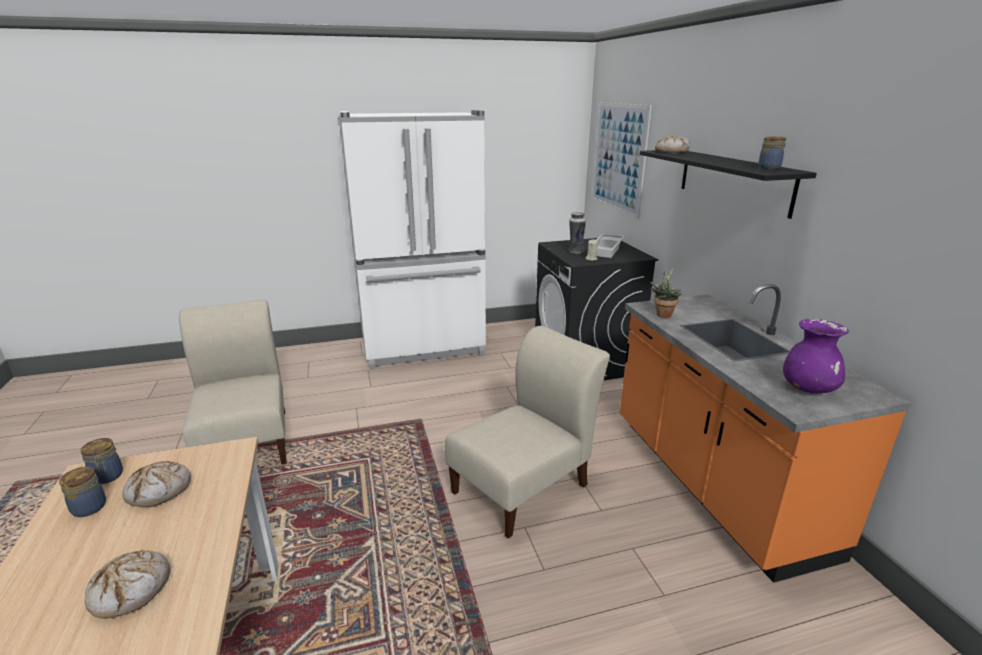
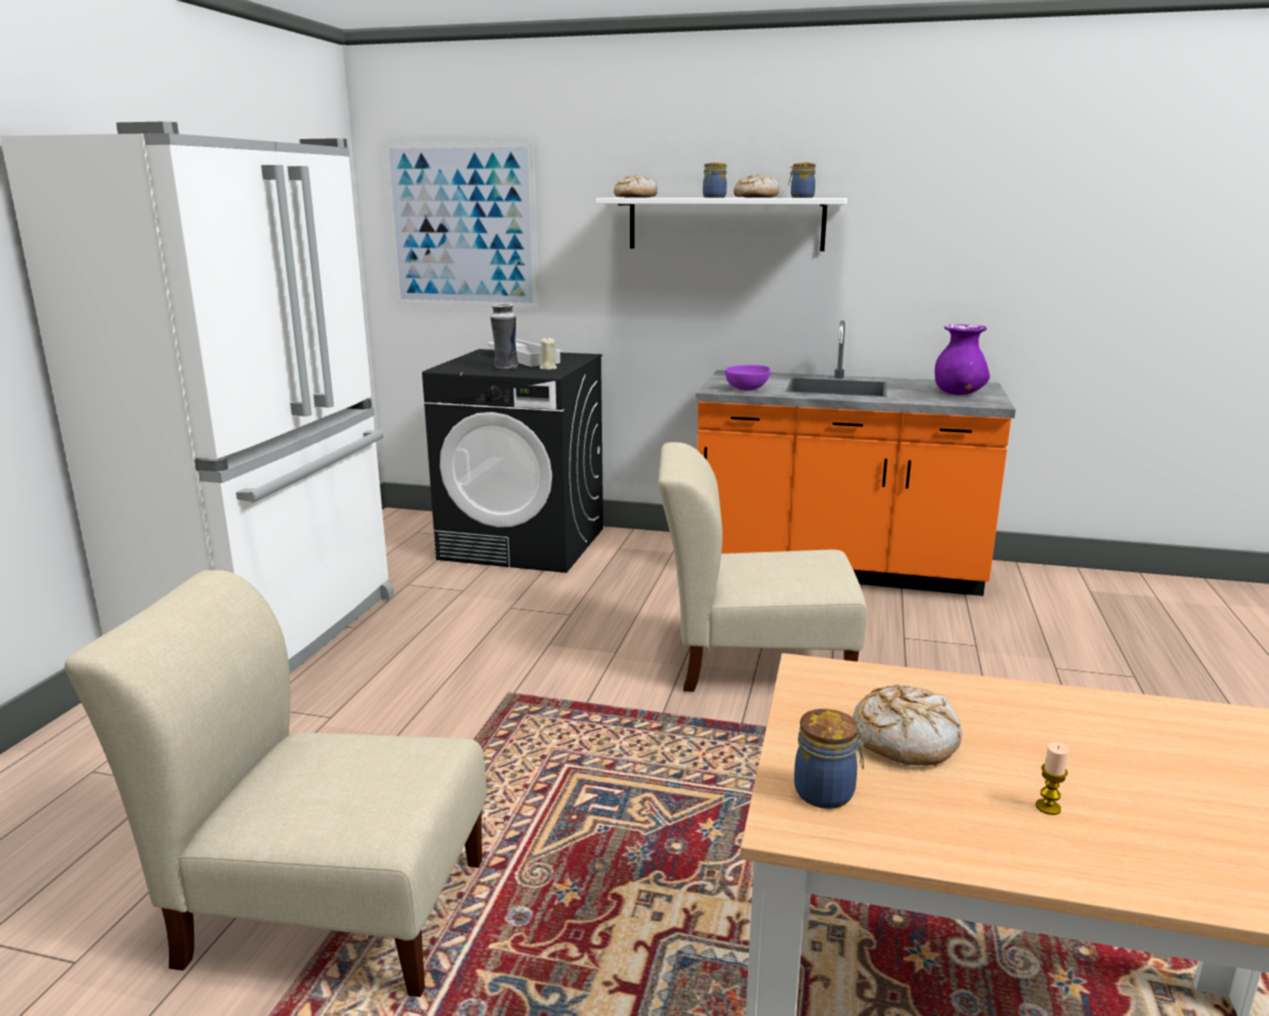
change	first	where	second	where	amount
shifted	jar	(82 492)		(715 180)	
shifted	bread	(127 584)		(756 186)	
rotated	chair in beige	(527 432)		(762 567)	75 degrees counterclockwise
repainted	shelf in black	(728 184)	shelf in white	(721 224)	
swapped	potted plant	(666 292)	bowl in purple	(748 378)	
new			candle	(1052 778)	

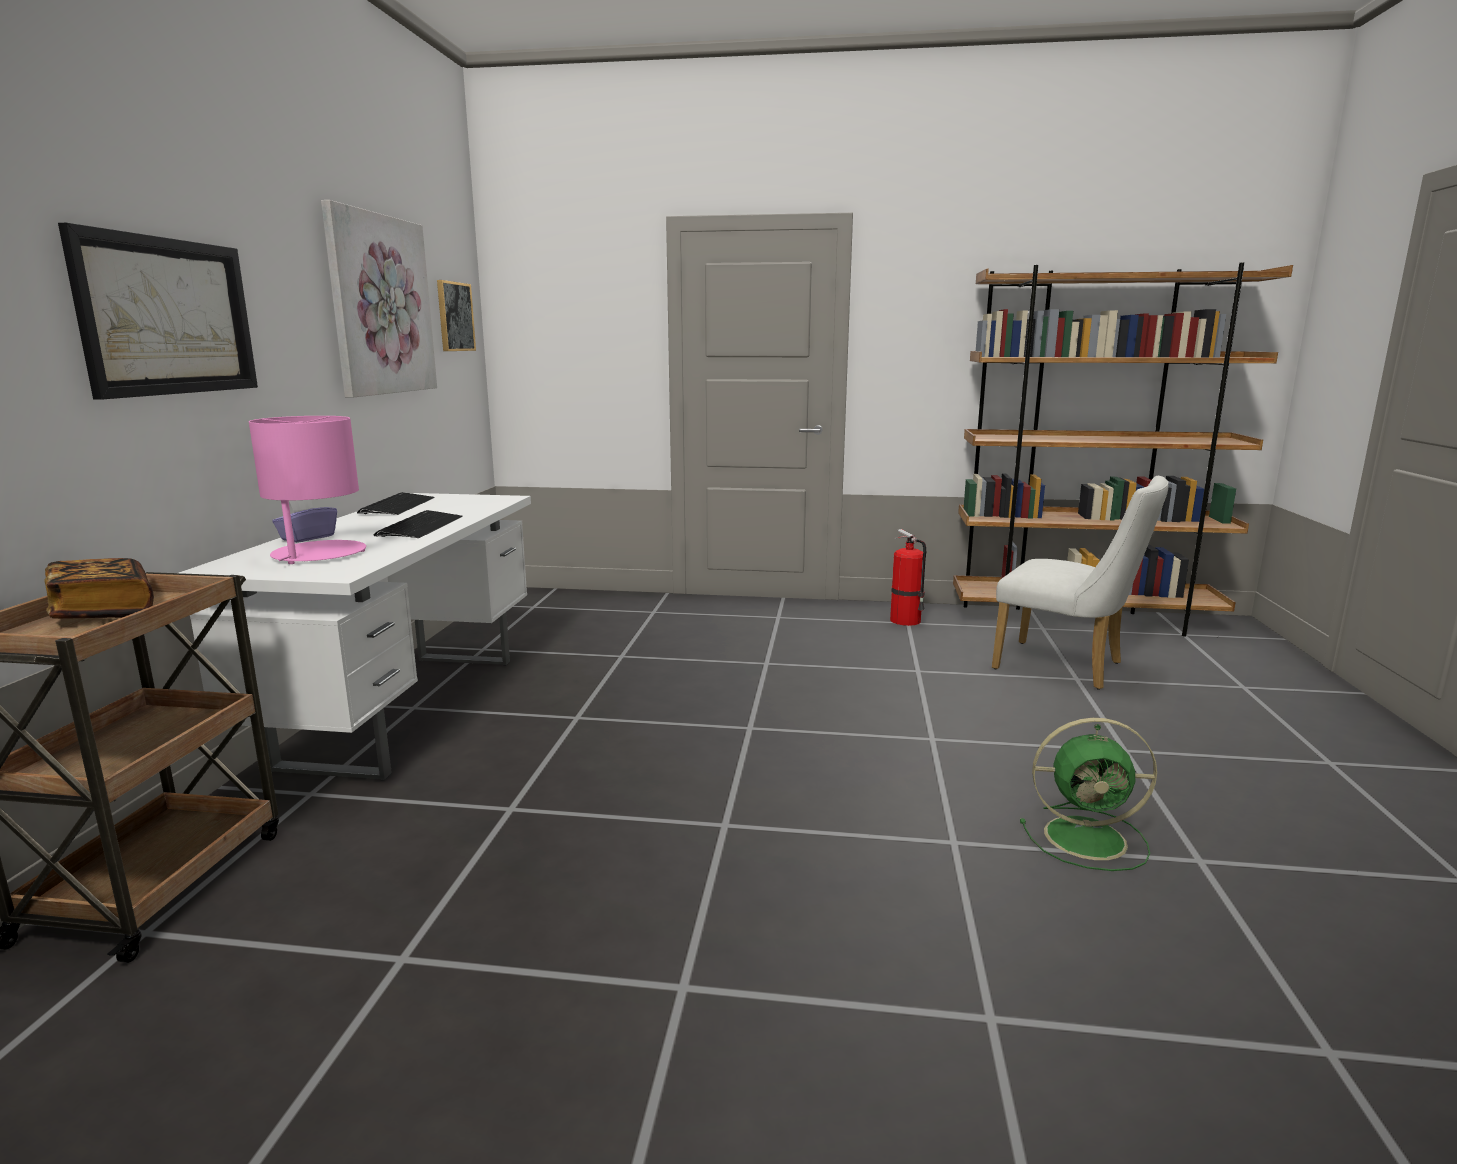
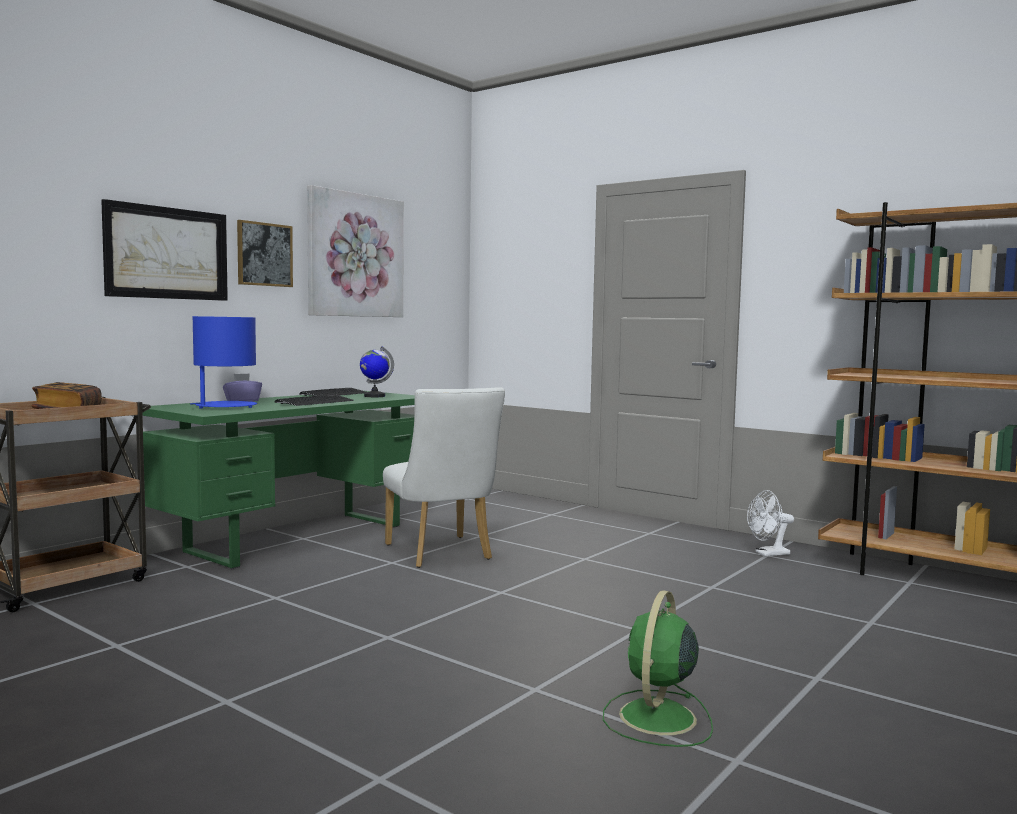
change	first	where	second	where	amount
repainted	desk in white	(355 637)	desk in green	(278 480)	
repainted	table lamp in pink	(307 490)	table lamp in blue	(223 362)	
shifted	picture	(456 315)		(265 253)	
swapped	fire extinguisher	(908 577)	fan in white	(770 523)	
shifted	chair in white	(1080 583)		(444 477)	
rotated	fan in green	(1088 794)		(658 668)	75 degrees clockwise
new			globe	(377 371)	

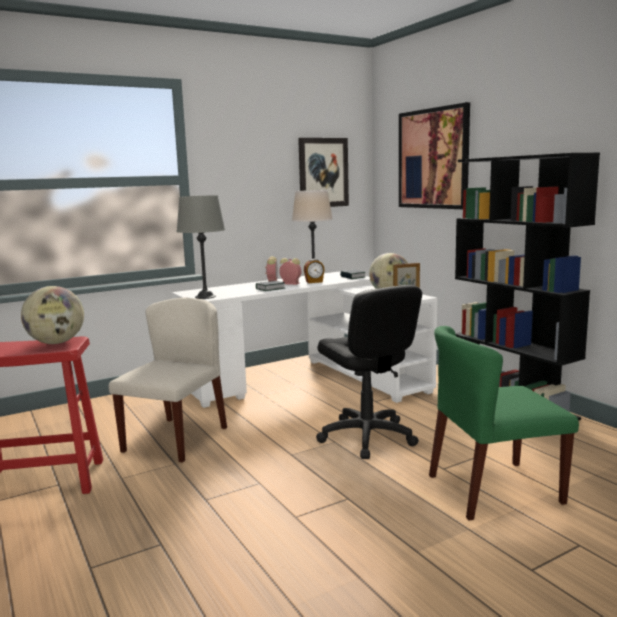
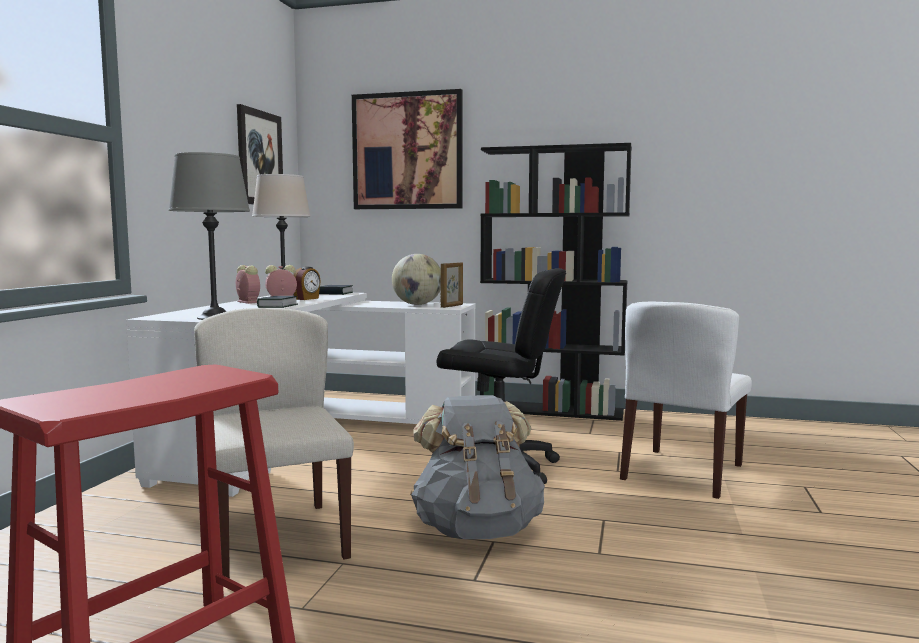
change	first	where	second	where	amount
gone	globe	(52 315)			
repainted	chair in green	(504 423)	chair in white	(686 400)	
new			backpack in grey	(477 467)	

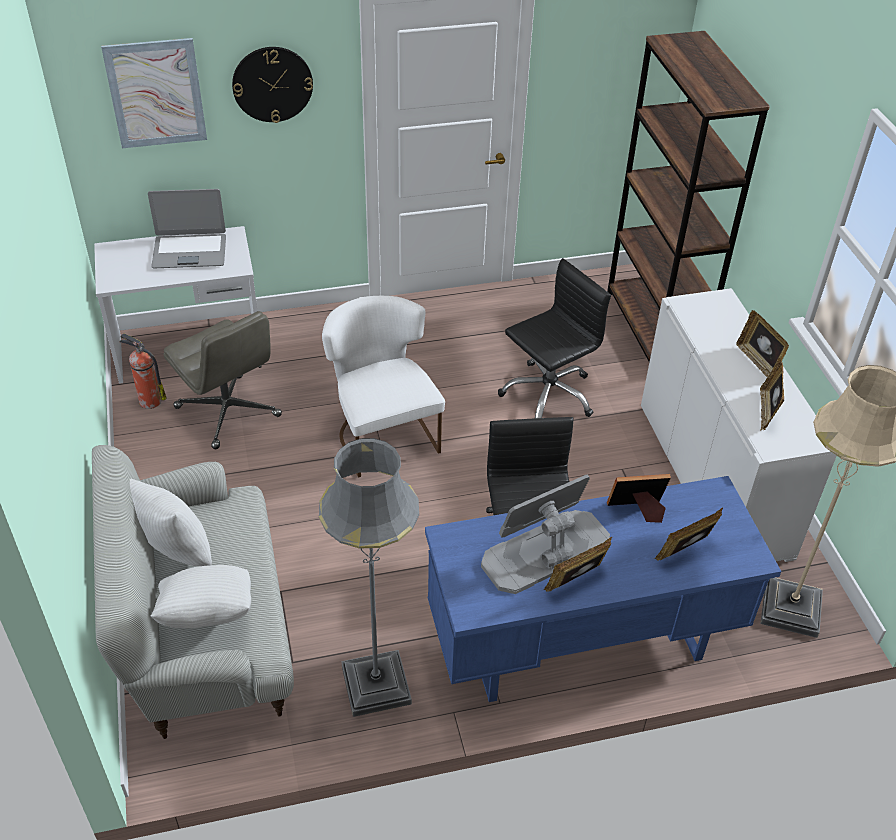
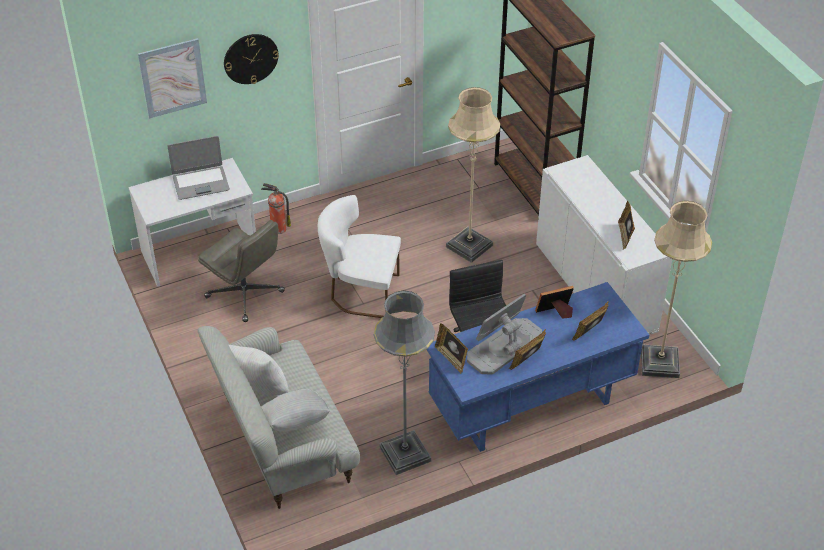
change	first	where	second	where	amount
shifted	fire extinguisher	(142 371)		(276 208)	
rotated	chair in white	(383 386)		(359 256)	45 degrees counterclockwise
swapped	office chair in black	(554 338)	floor lamp in beige	(473 175)	
shifted	picture frame	(762 343)		(451 348)	

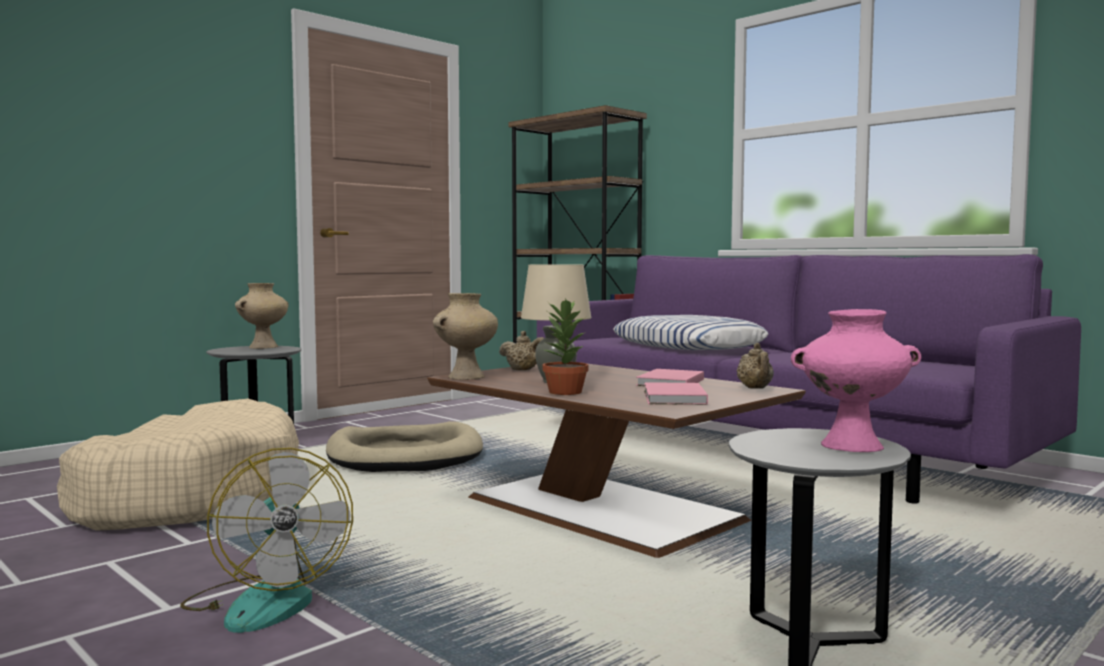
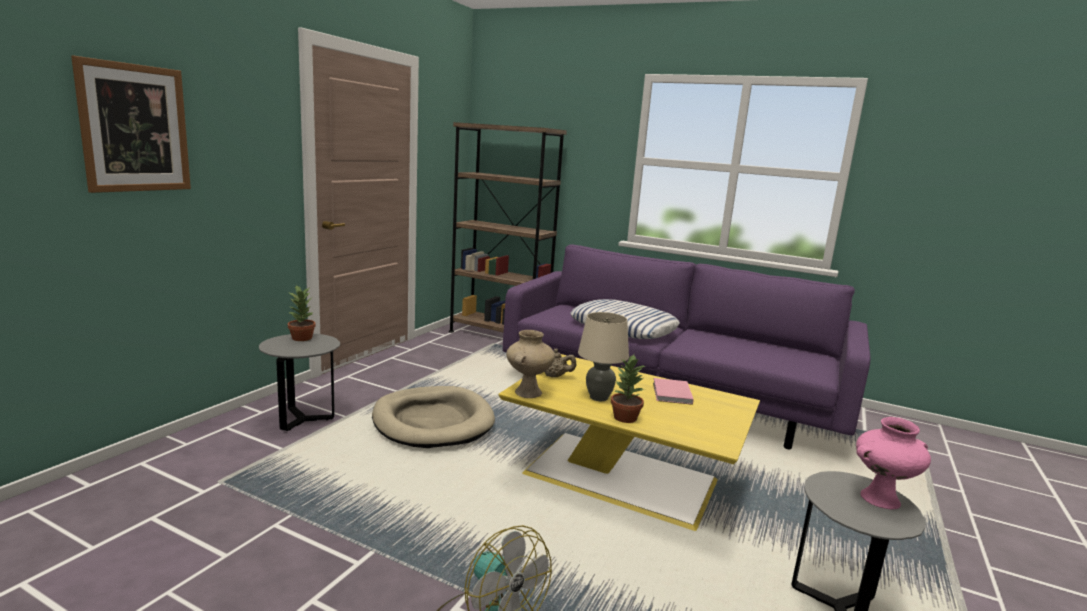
change	first	where	second	where	amount
gone	dog bed in beige	(178 465)			
swapped	vase in beige	(261 316)	potted plant	(302 313)	
repainted	coffee table in brown	(616 461)	coffee table in yellow	(629 442)	
gone	book in pink	(676 393)			
gone	teapot in beige	(755 366)			
new			picture	(131 124)	

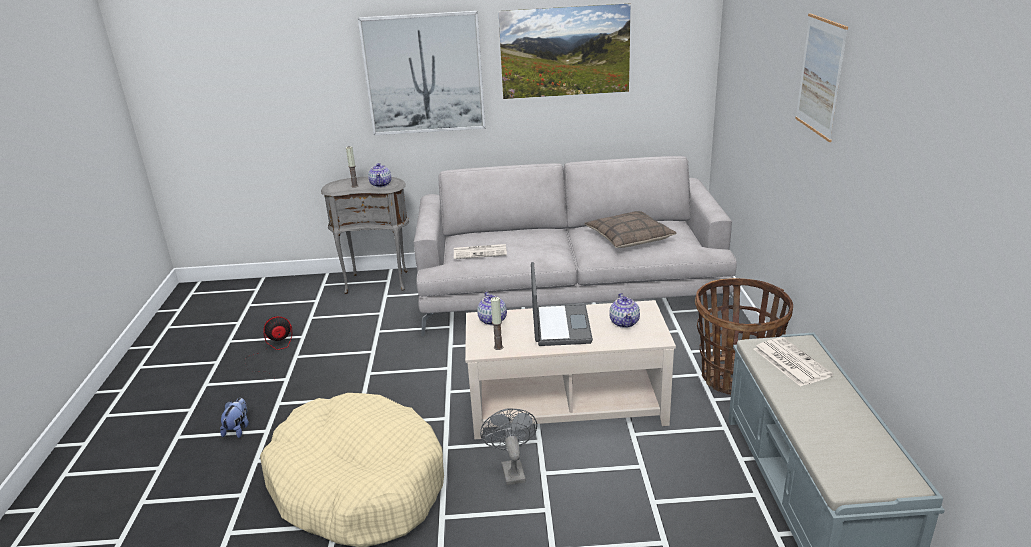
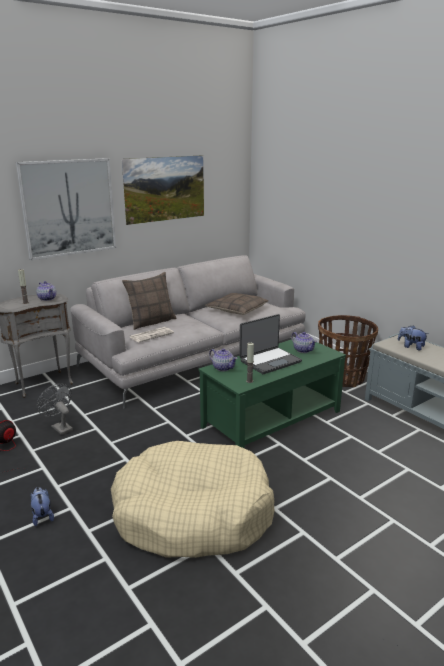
change	first	where	second	where	amount
repainted	coffee table in beige	(570 369)	coffee table in green	(272 393)	
shifted	fan in grey	(508 446)		(55 409)	
rotated	laptop	(562 304)		(270 344)	90 degrees clockwise
swapped	newspaper	(793 362)	plush toy	(413 337)	
gone	picture	(821 77)			
new			pillow	(149 301)	

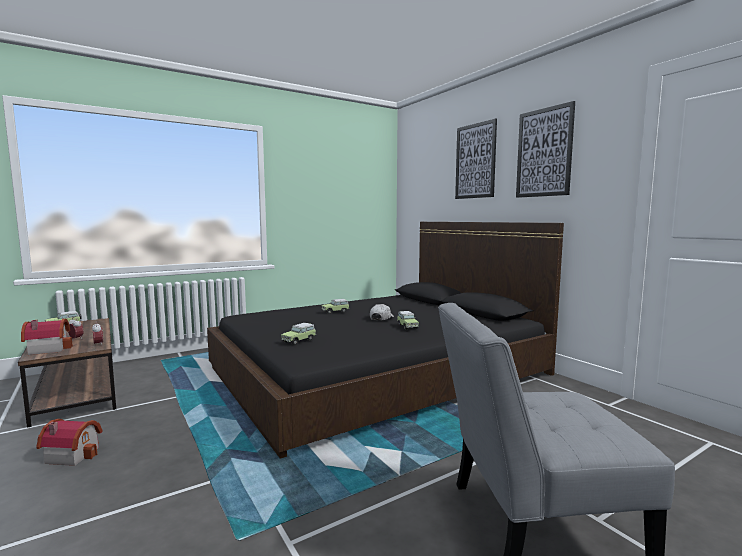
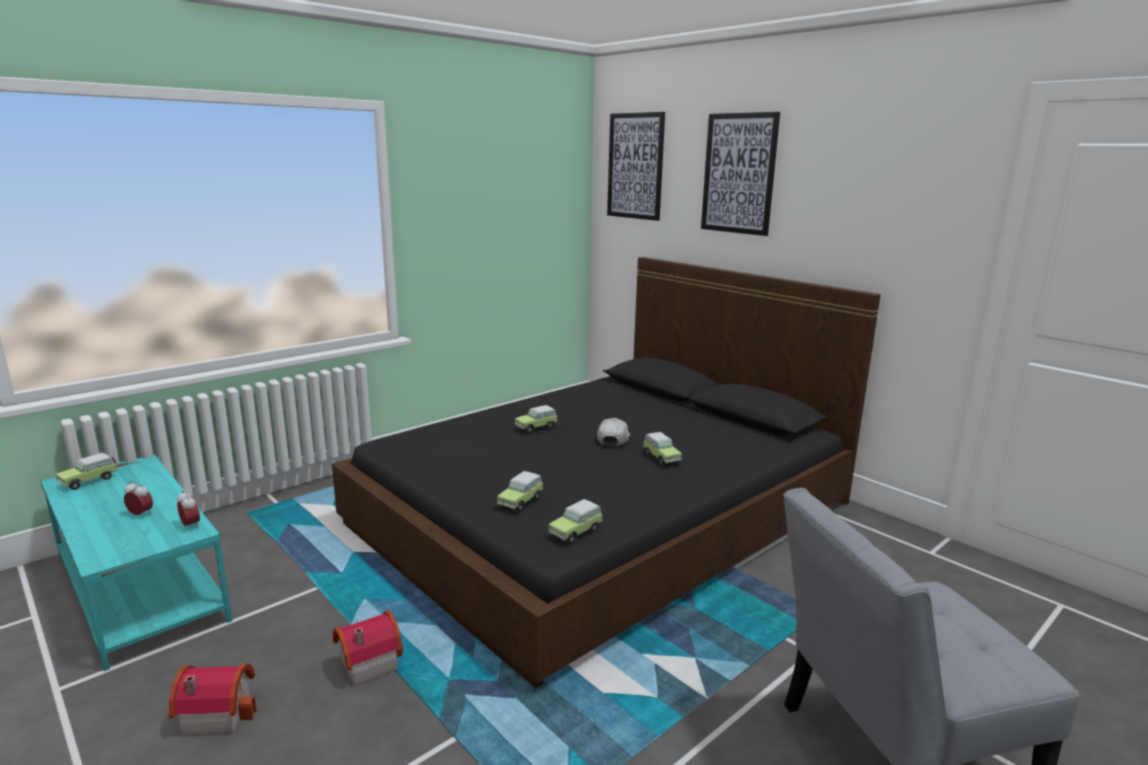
change	first	where	second	where	amount
repainted	coffee table in brown	(67 373)	coffee table in turquoise	(136 562)	
shifted	toy house	(47 337)		(368 648)	
shifted	picture	(545 149)		(636 166)	
new			toy car	(575 521)	

